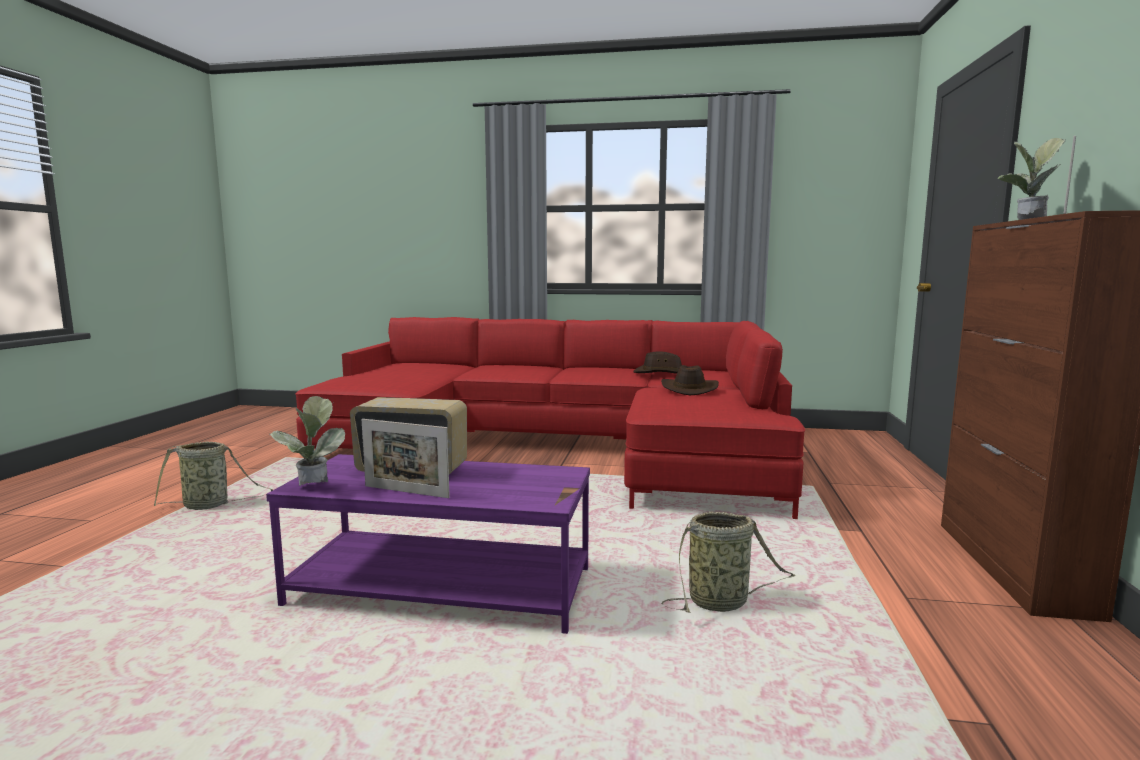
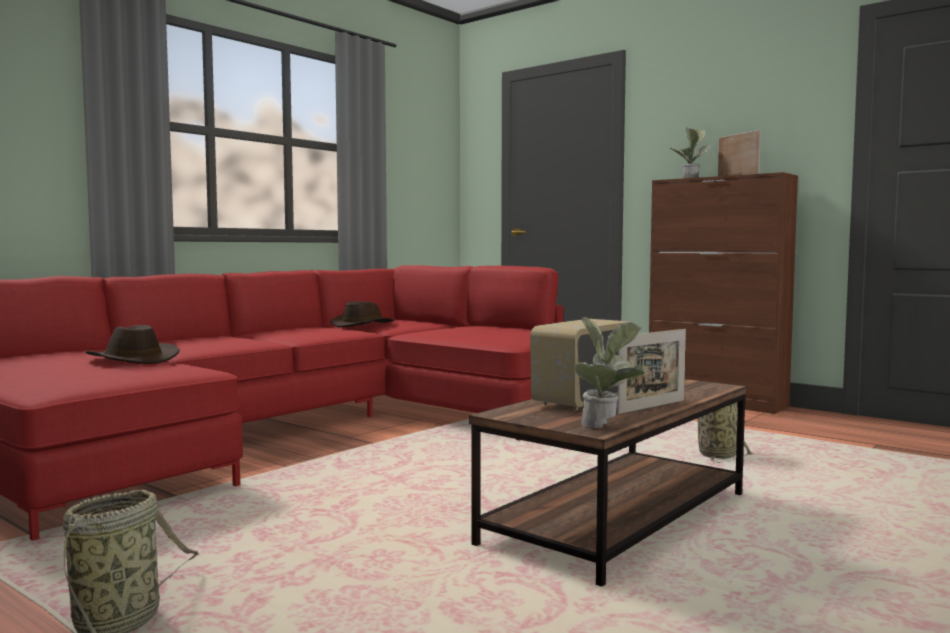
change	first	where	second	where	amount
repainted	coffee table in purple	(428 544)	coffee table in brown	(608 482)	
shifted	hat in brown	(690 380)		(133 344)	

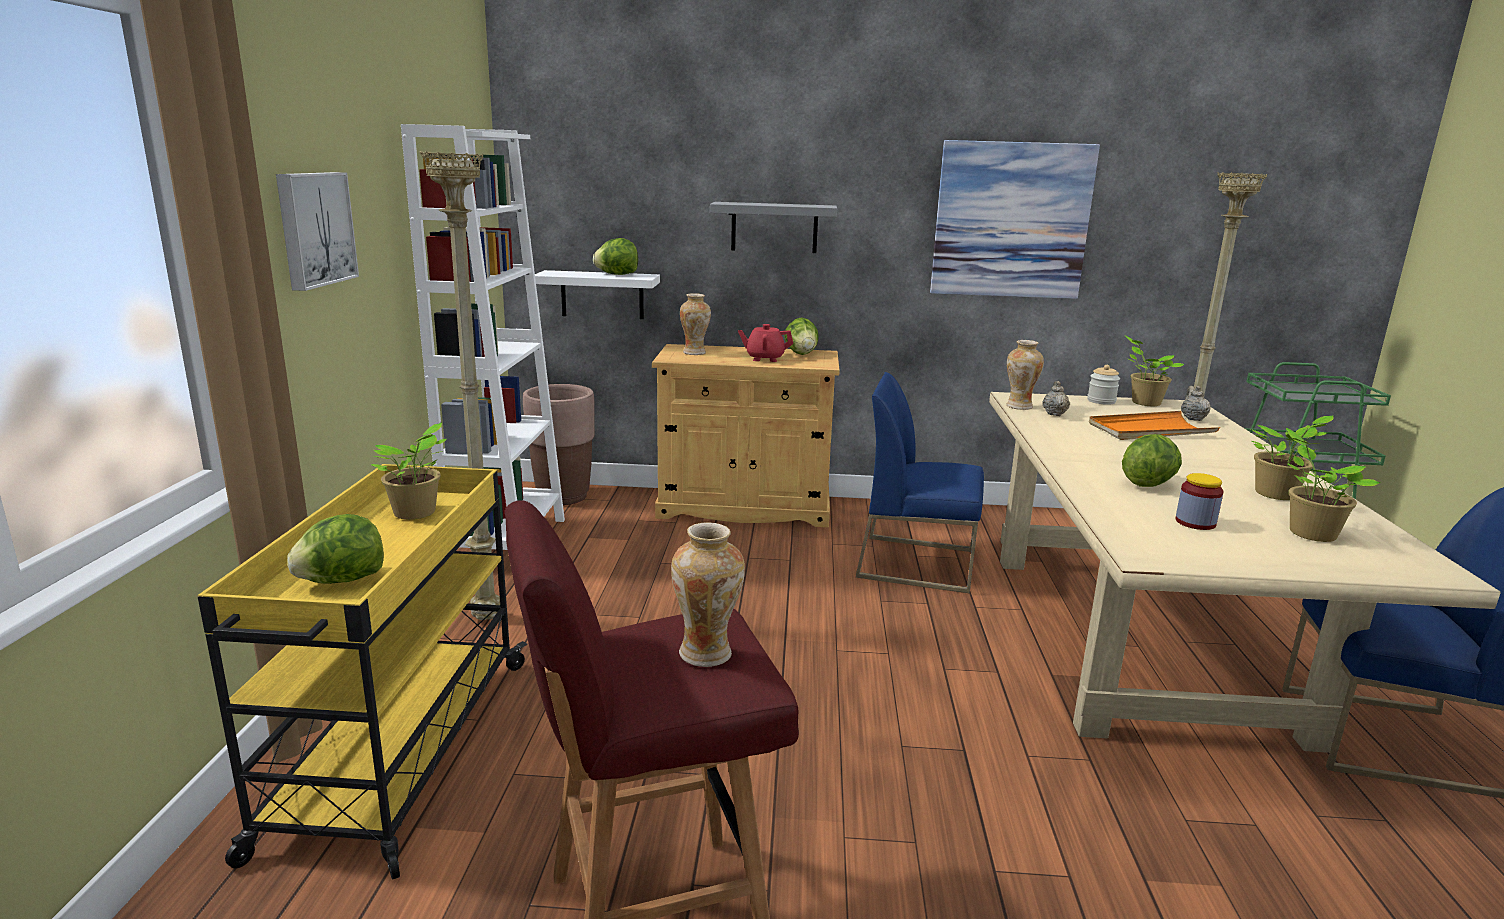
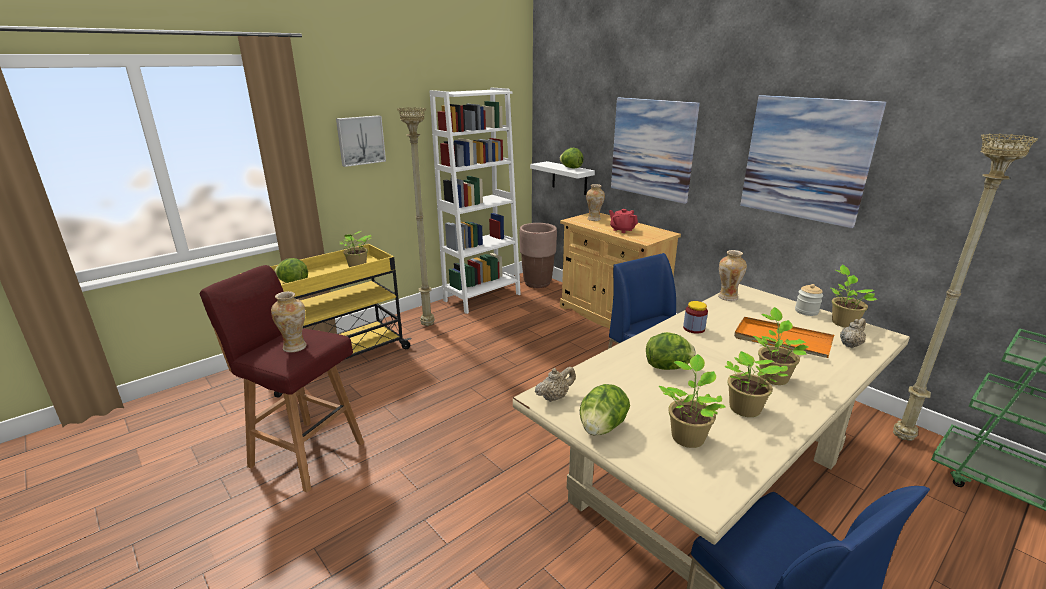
change	first	where	second	where	amount
swapped	shelf in grey	(773 227)	picture	(655 150)	
shifted	lettuce	(801 336)		(605 410)	
shifted	teapot in beige	(1056 398)		(555 384)	
shifted	jar	(1199 501)		(695 317)	
new			potted plant	(780 346)	

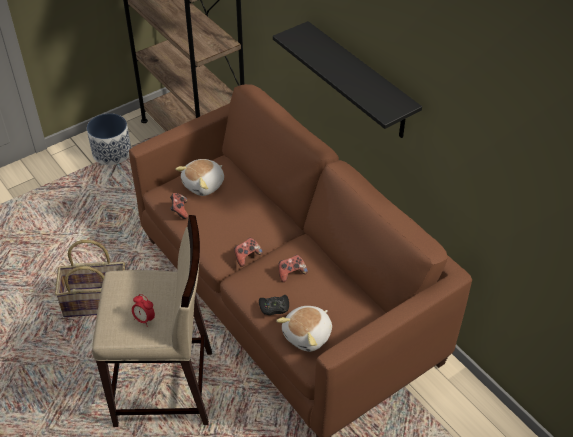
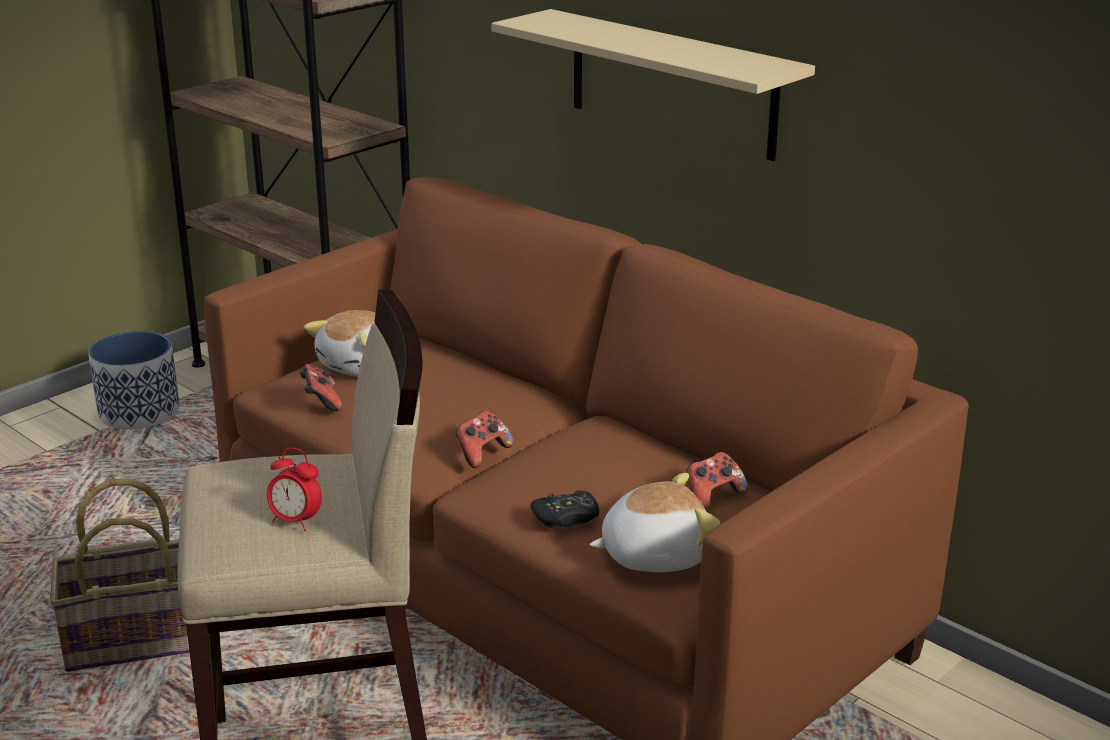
change	first	where	second	where	amount
repainted	shelf in black	(347 79)	shelf in beige	(653 85)	
rotated	plush toy	(304 329)		(654 522)	135 degrees counterclockwise
shifted	game controller	(293 268)		(717 481)	

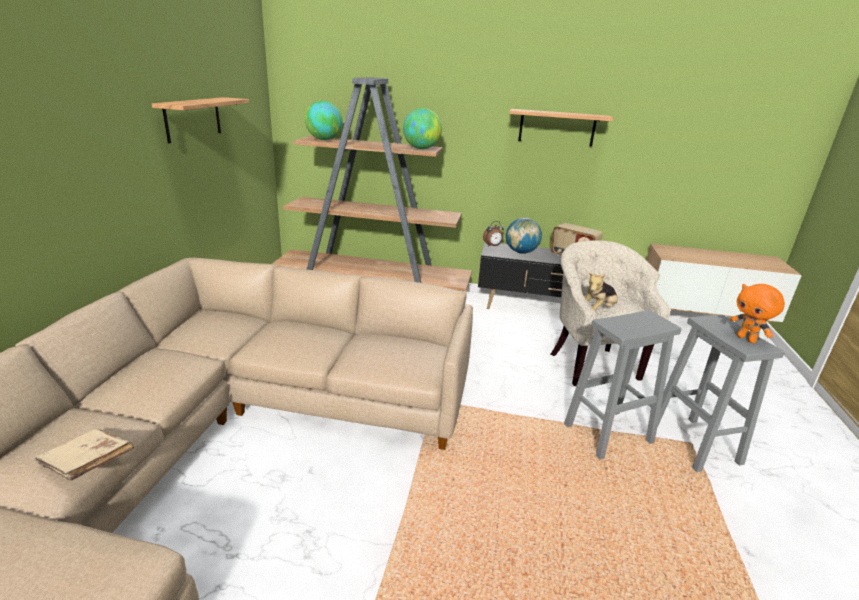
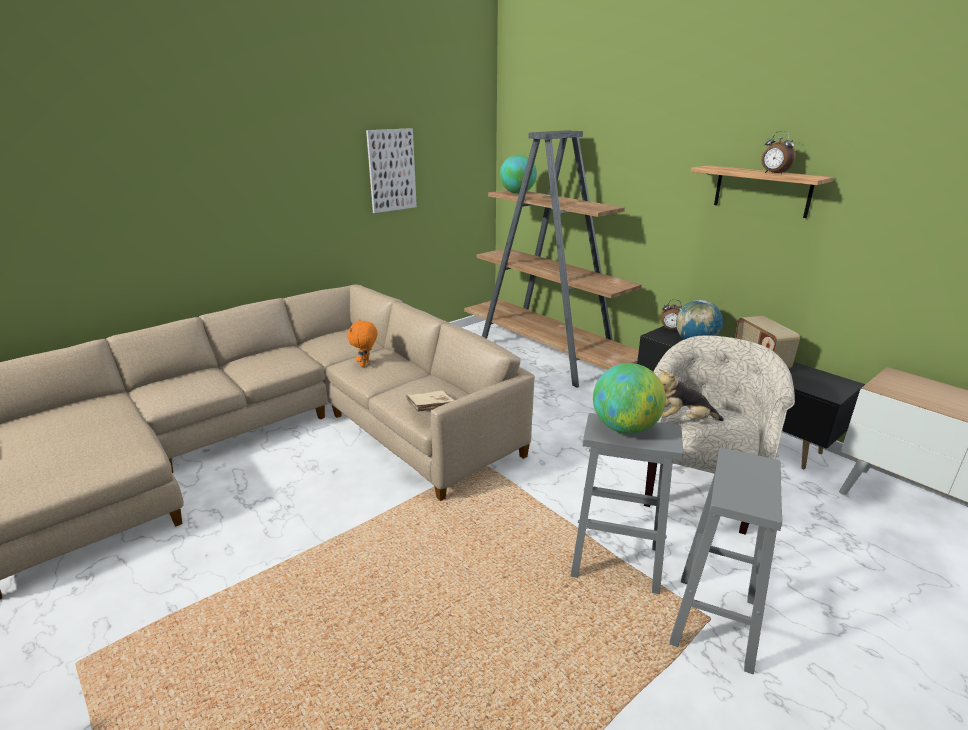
change	first	where	second	where	amount
shifted	book in beige	(84 455)		(430 401)	
swapped	shelf	(200 120)	picture	(391 170)	
shifted	globe	(422 128)		(629 398)	
shifted	plush toy in orange	(757 313)		(362 343)	
new			alarm clock	(779 152)	

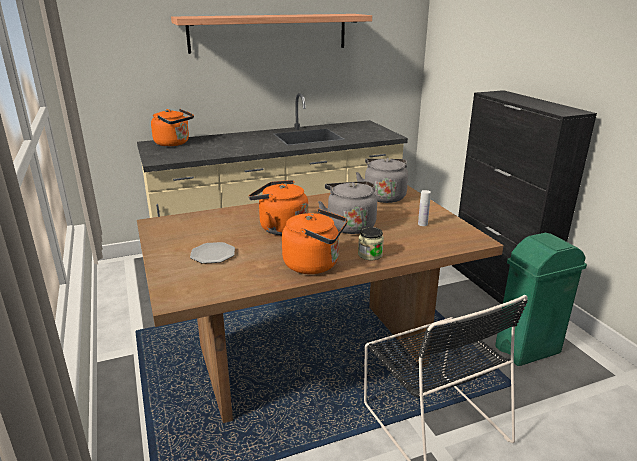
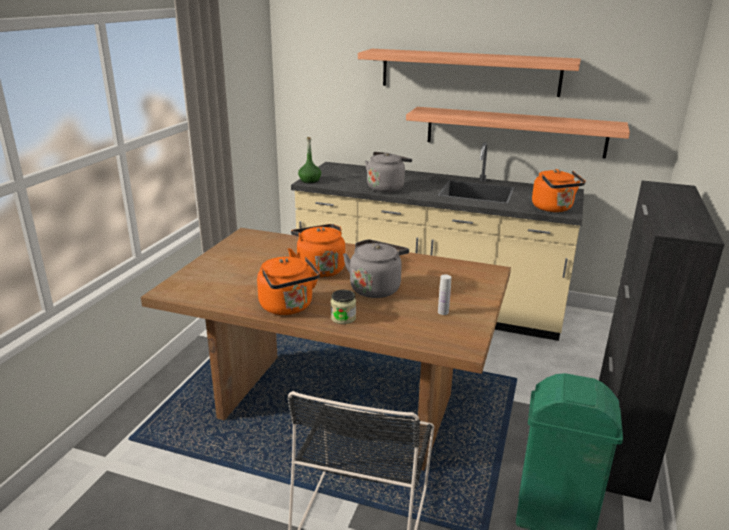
change	first	where	second	where	amount
shifted	kettle in orange	(172 127)		(559 190)	
gone	plate	(212 253)			
shifted	kettle in grey	(382 180)		(388 172)	
new			bottle in green	(309 160)	
new			shelf	(518 133)	

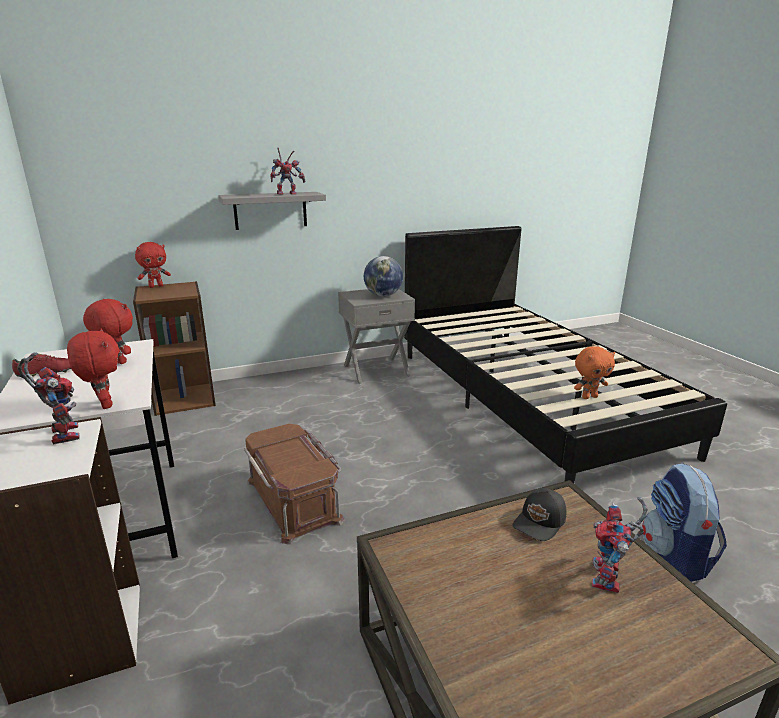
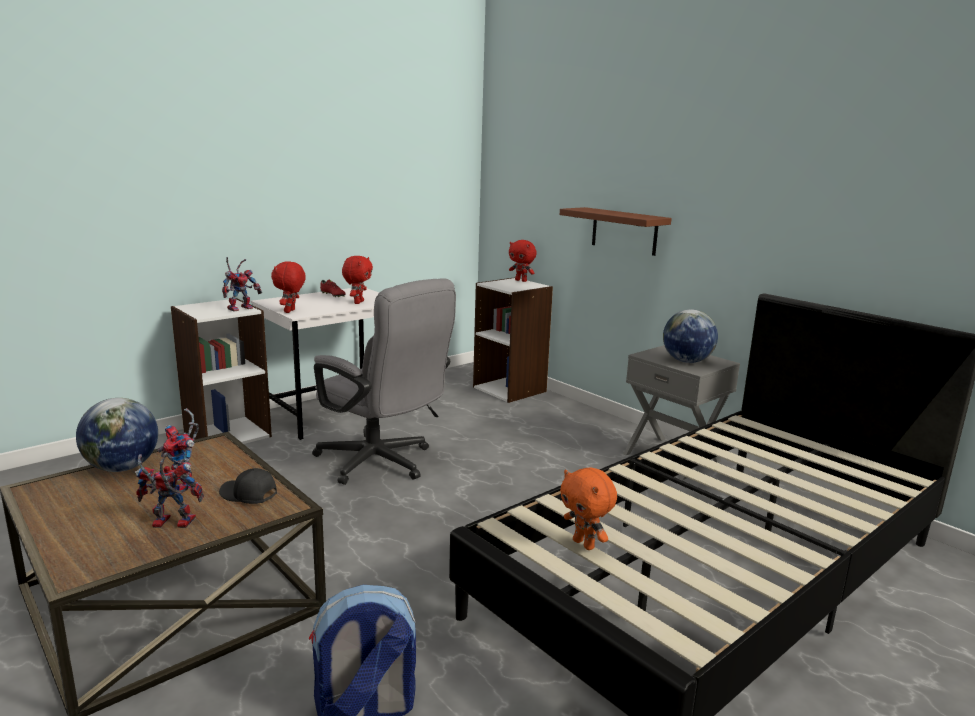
change	first	where	second	where	amount
rotated	plush toy in red	(93 369)		(288 287)	150 degrees clockwise
repainted	bookcase in brown	(174 348)	bookcase in white	(513 340)	
repainted	shelf in grey	(272 211)	shelf in brown	(616 231)	
swapped	storage box in brown	(294 484)	office chair in grey	(384 381)	
shifted	toy robot	(287 171)		(178 449)	
new			globe	(117 435)	

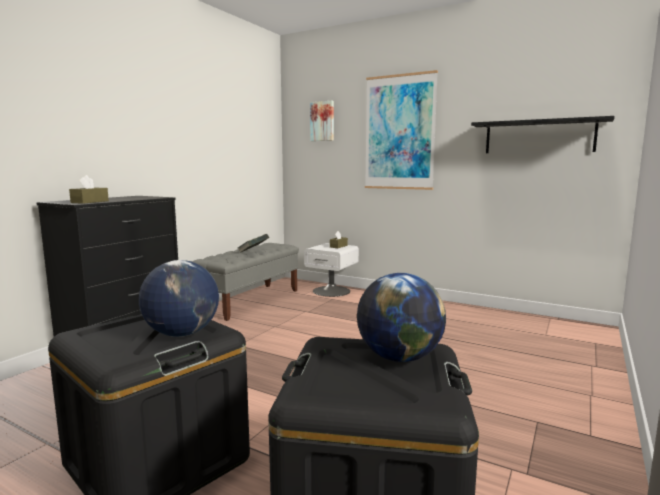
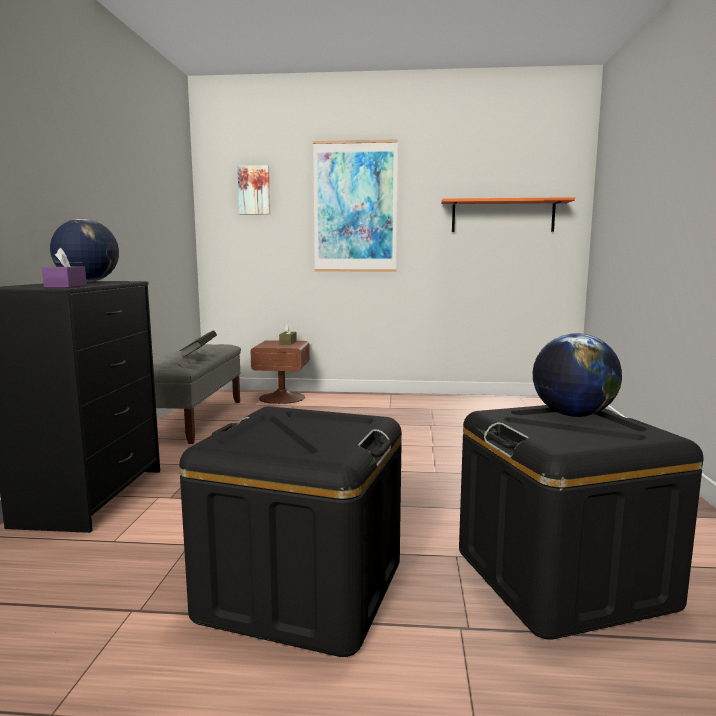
change	first	where	second	where	amount
repainted	tissue box in brown	(89 189)	tissue box in purple	(64 268)	
shifted	globe	(179 298)		(84 250)	
repainted	nightstand in white	(331 270)	nightstand in brown	(280 372)	
repainted	shelf in black	(543 134)	shelf in orange	(508 214)	

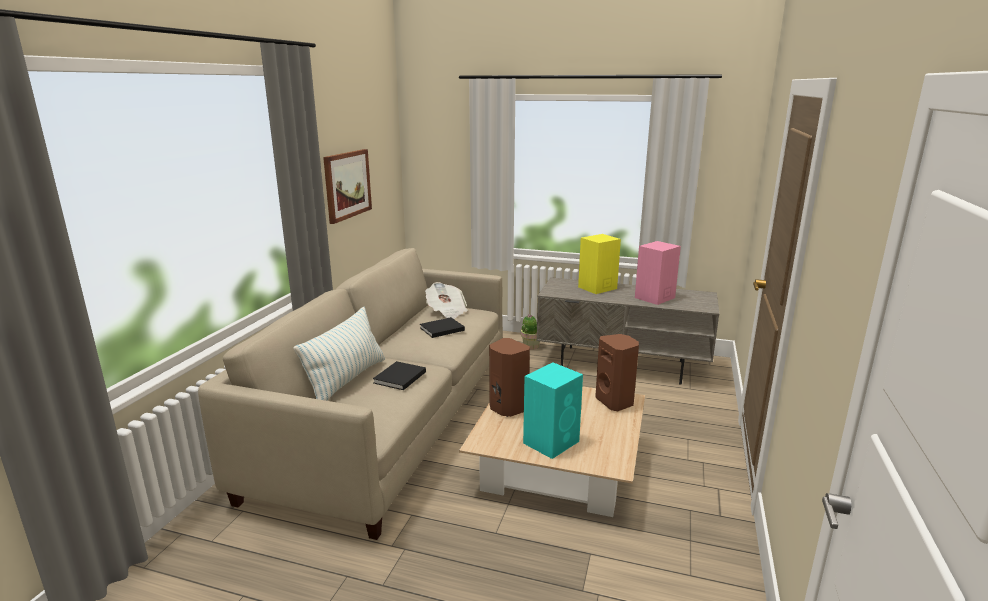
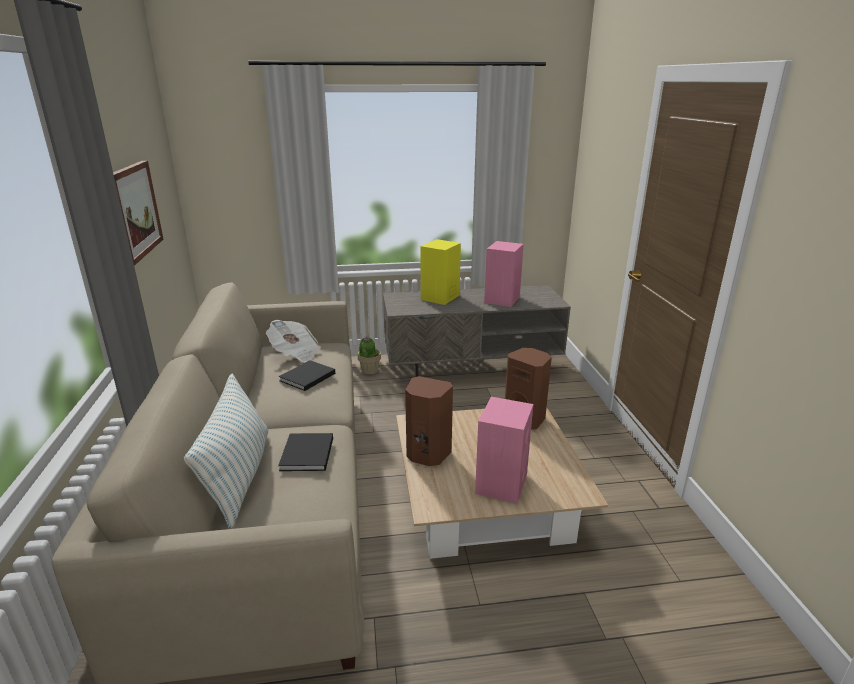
change	first	where	second	where	amount
repainted	speaker in turquoise	(553 411)	speaker in pink	(504 450)	

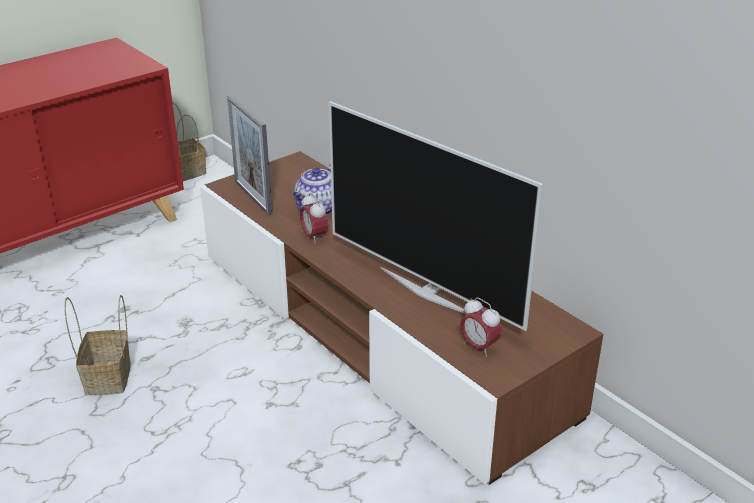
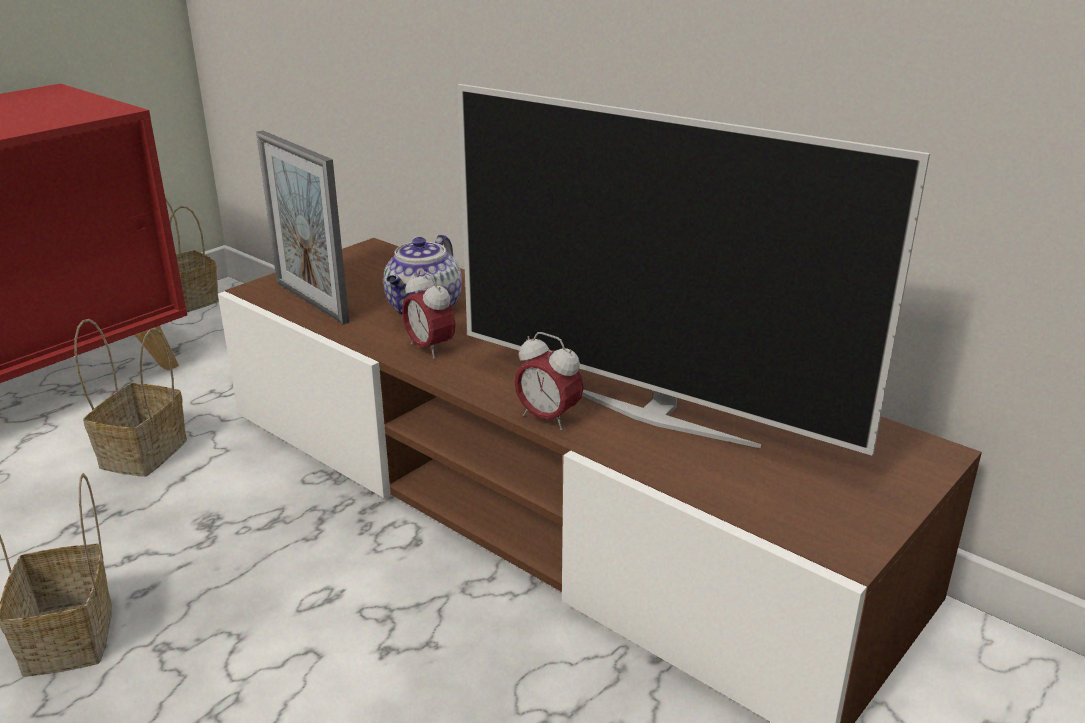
change	first	where	second	where	amount
shifted	alarm clock	(481 327)		(548 381)	
new			basket	(131 398)	

